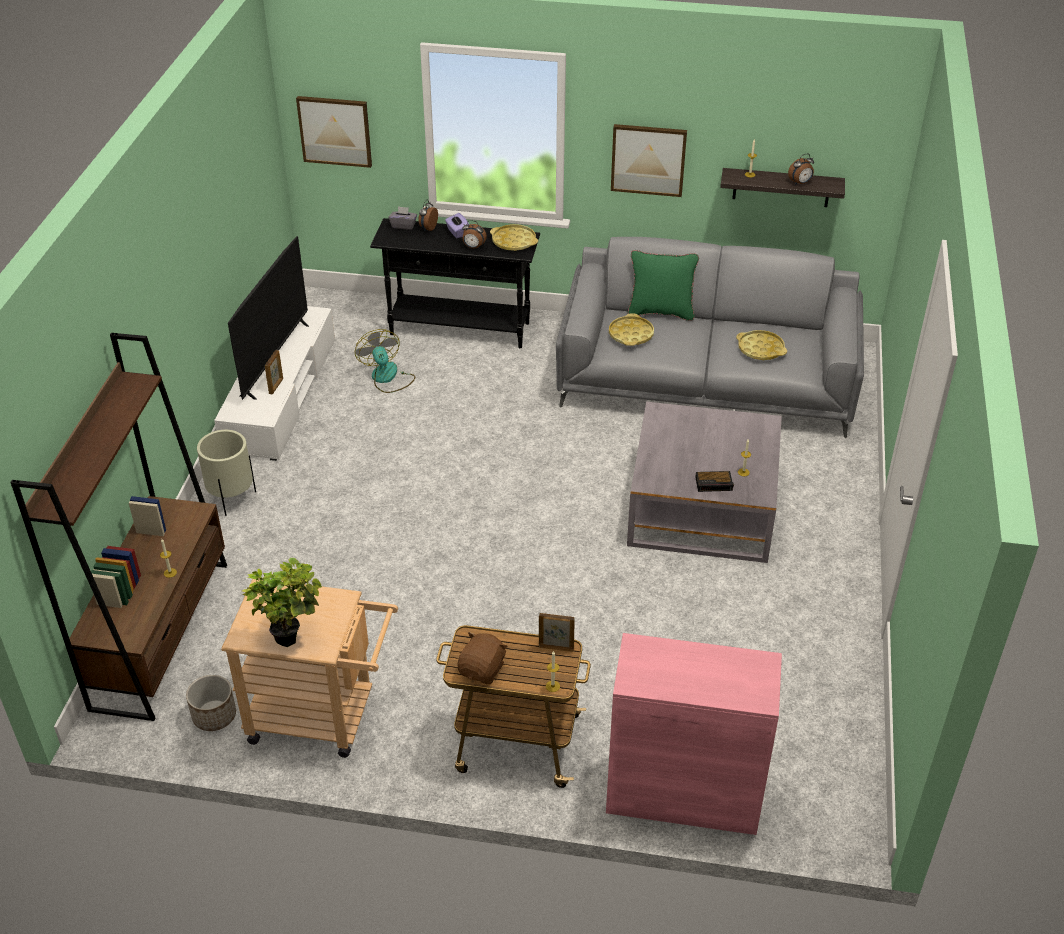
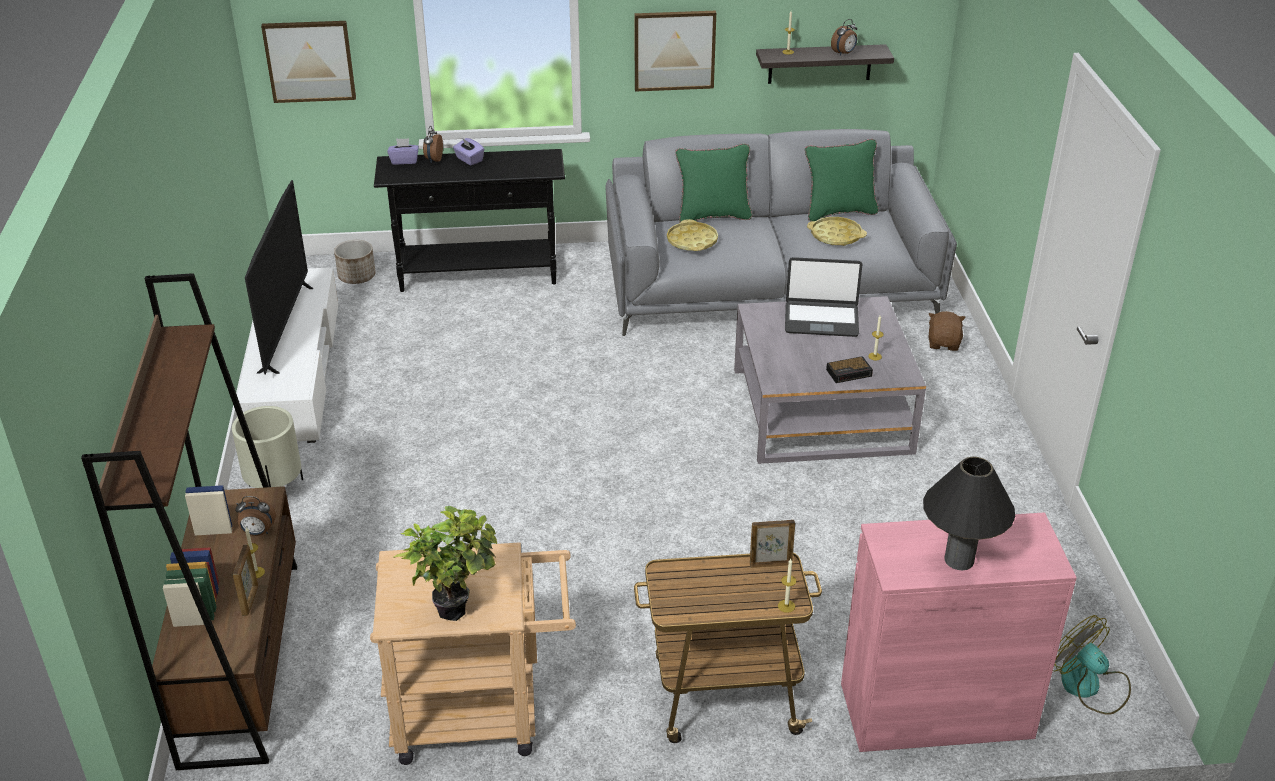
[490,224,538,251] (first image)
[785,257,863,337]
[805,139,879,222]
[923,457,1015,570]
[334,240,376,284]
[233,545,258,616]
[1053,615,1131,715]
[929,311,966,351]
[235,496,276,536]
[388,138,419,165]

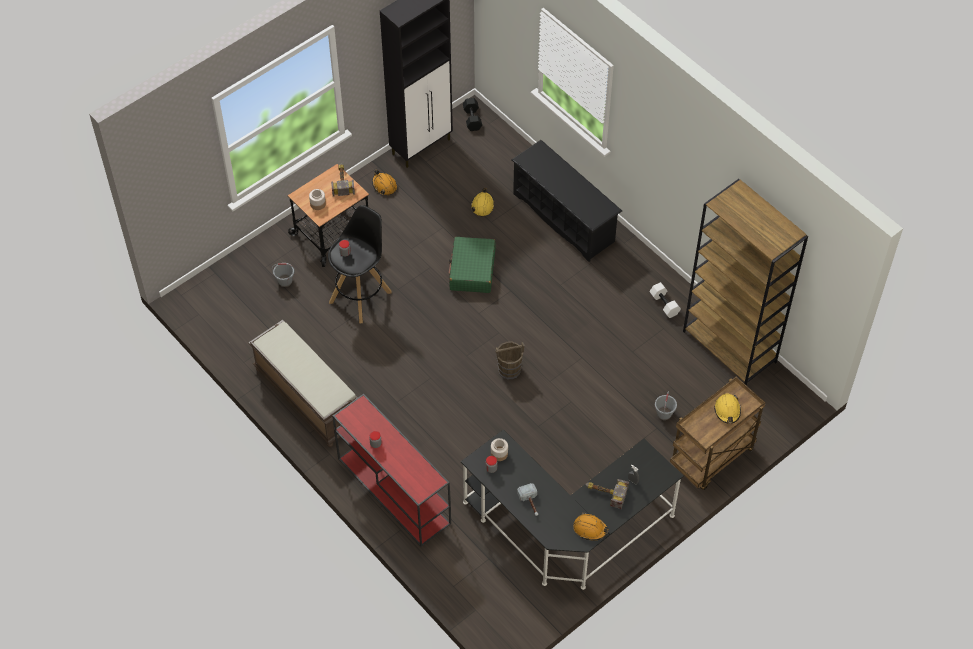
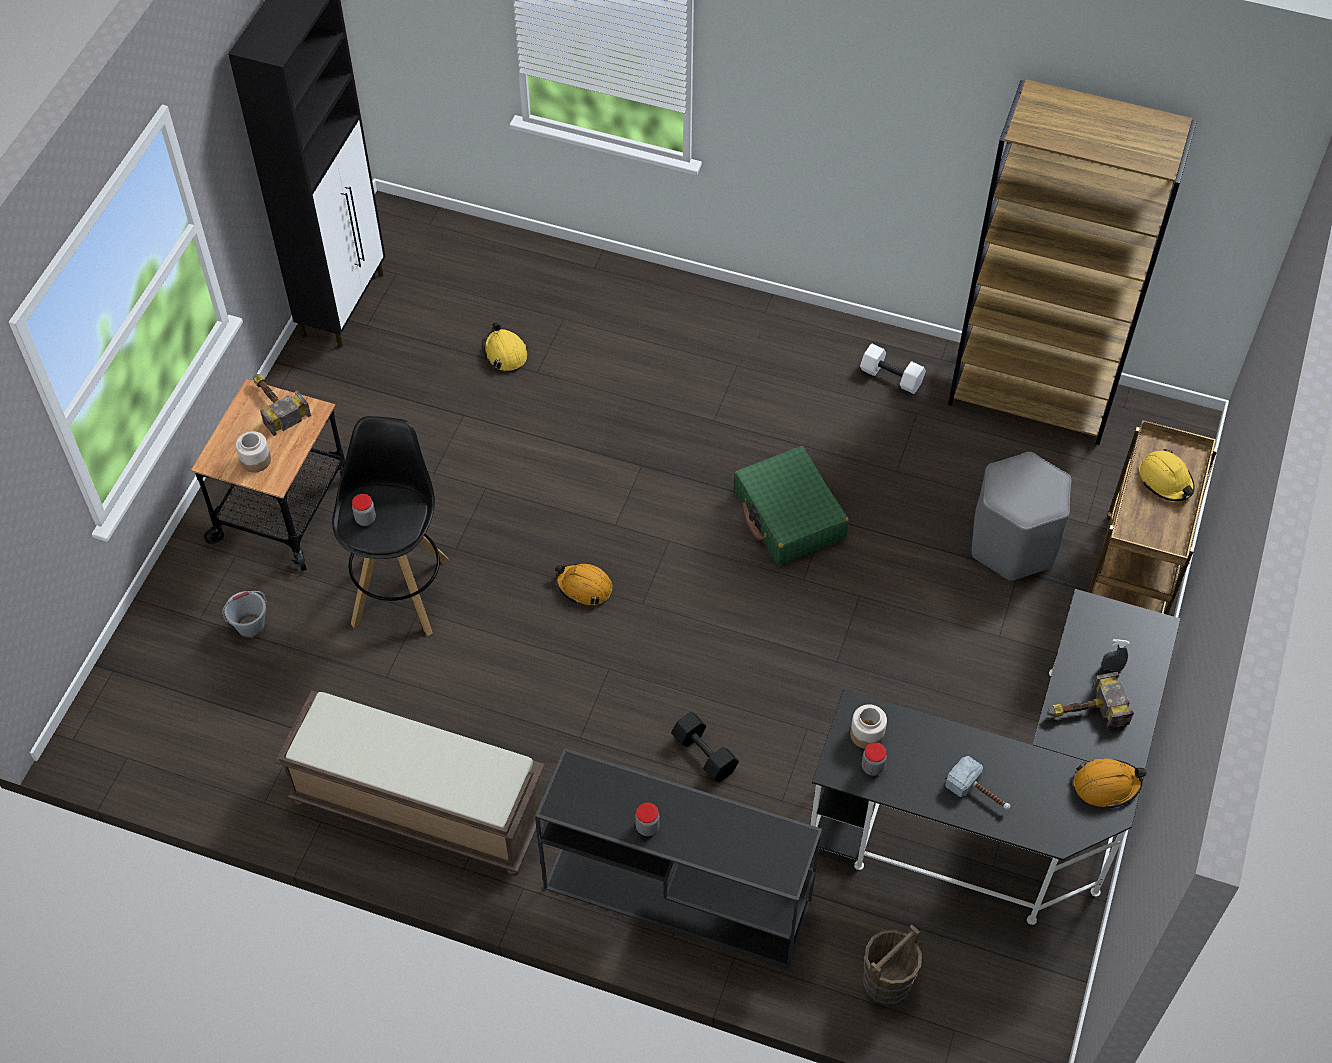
[511,140,622,262] (first image)
[555,564,612,605]
[734,446,849,565]
[671,712,739,782]
[863,924,922,1005]
[971,452,1071,581]
[535,748,822,969]

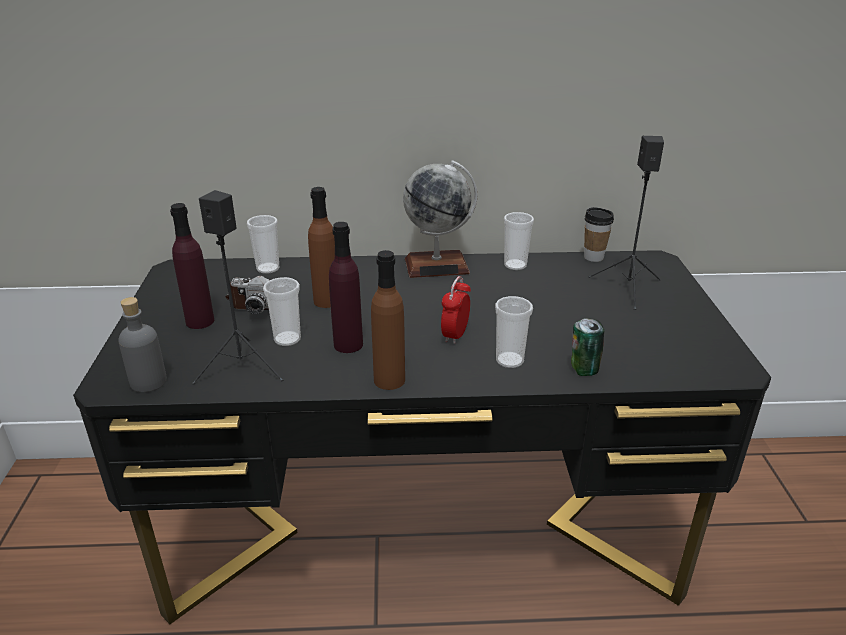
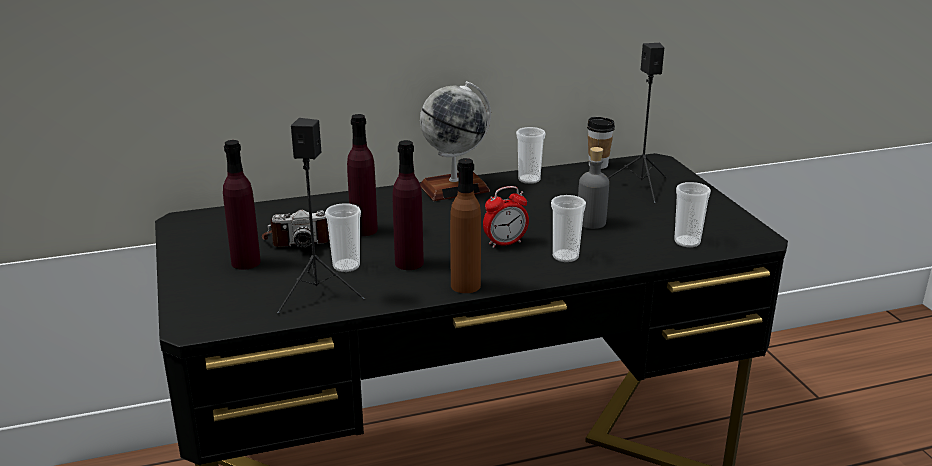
[571,318,604,376] (first image)
[578,147,609,229]
[674,182,711,248]
[347,114,378,236]
[483,186,529,248]

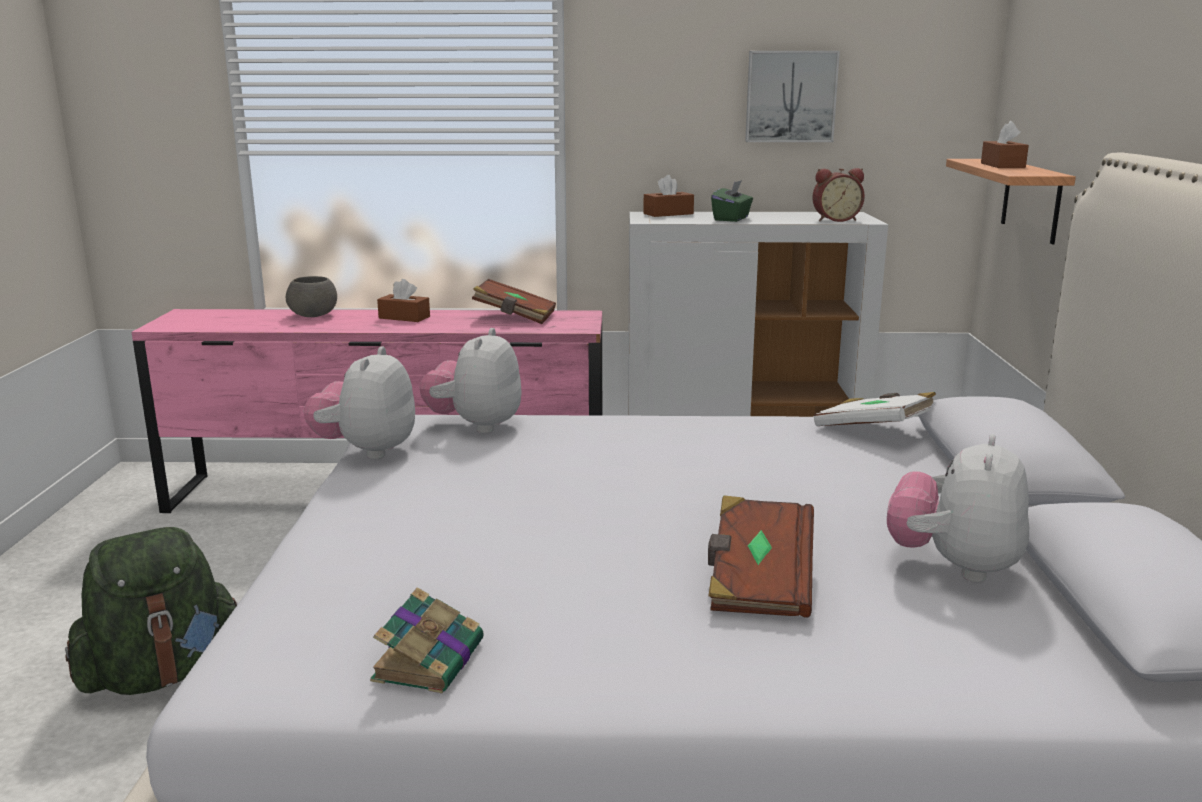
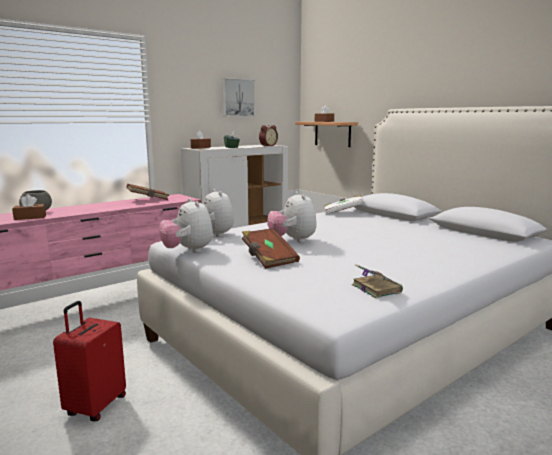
[12,194,46,220]
[242,228,300,269]
[267,191,317,243]
[53,301,126,421]

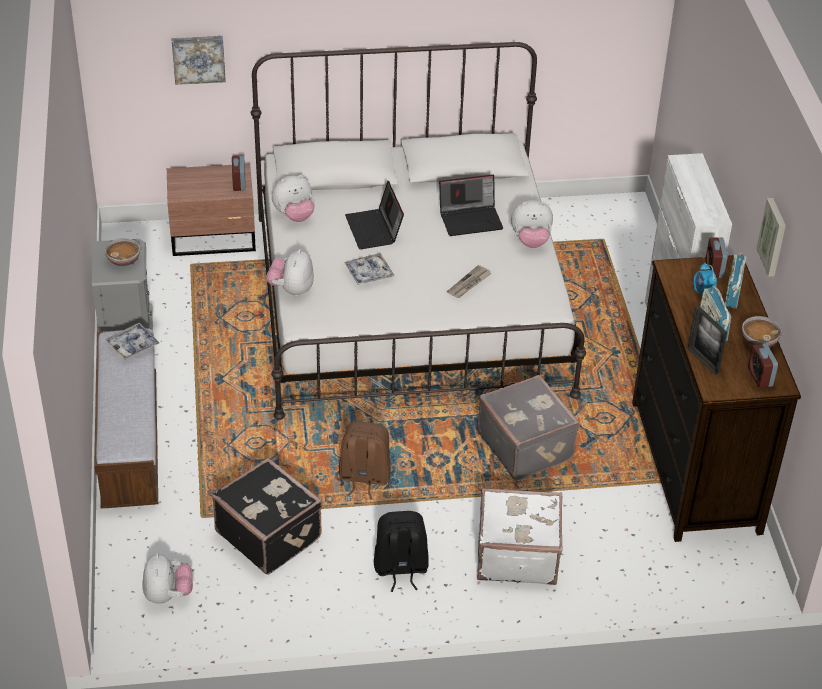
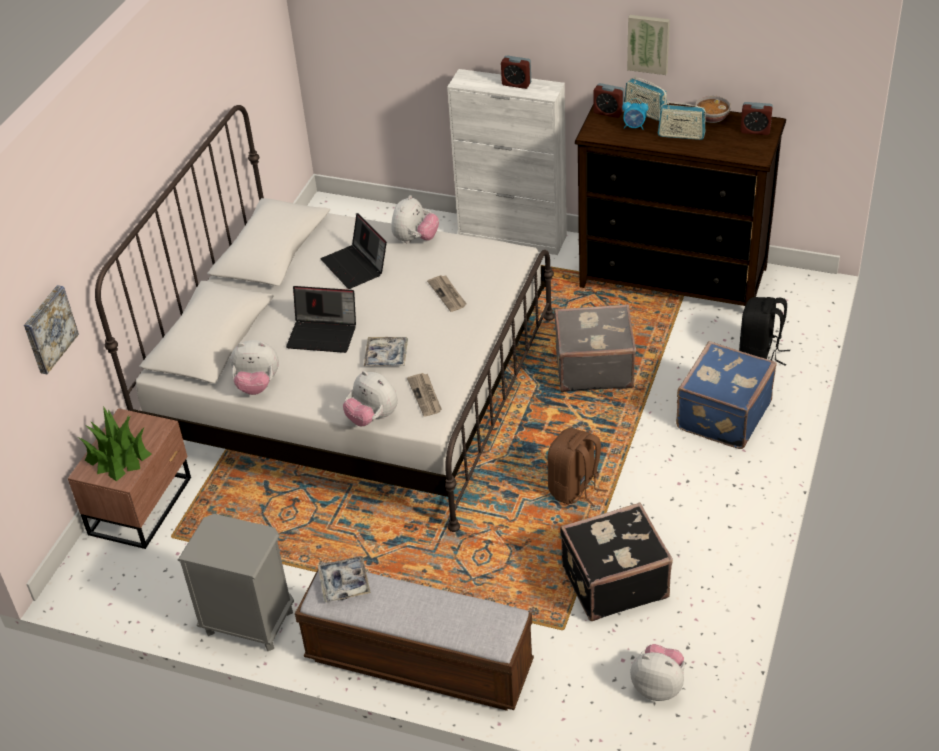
[105,238,140,267] (first image)
[688,306,727,375] (first image)
[78,406,152,481]
[407,373,442,417]
[501,56,531,89]
[739,297,790,366]
[676,341,777,449]
[231,340,279,395]
[321,213,387,289]

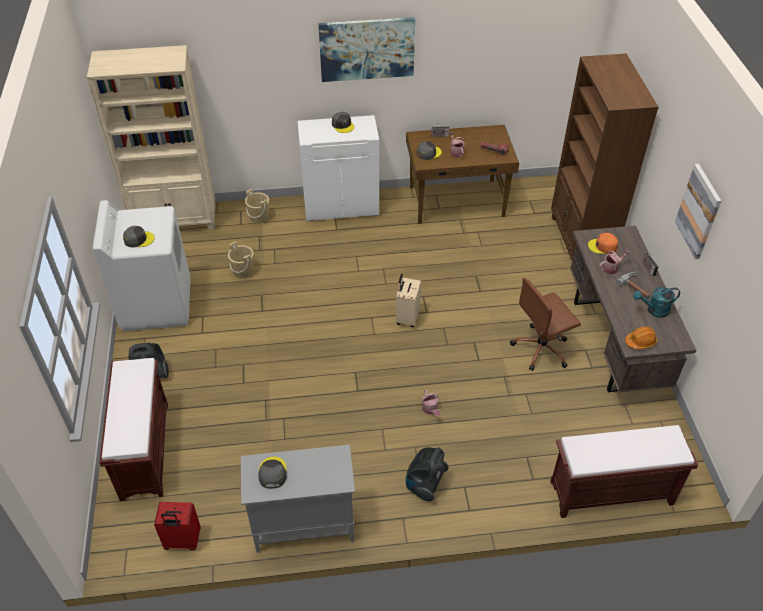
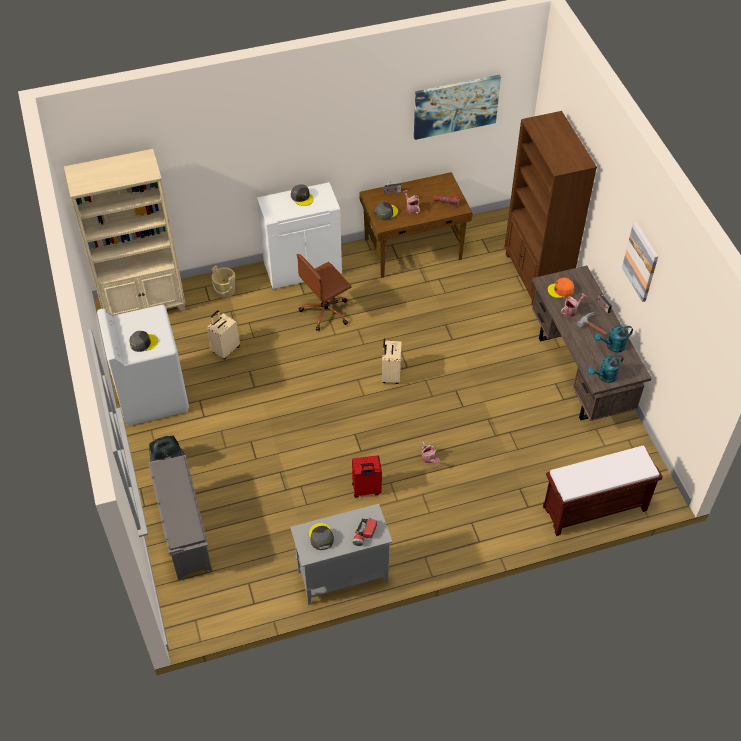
[406,447,449,501] (first image)
[353,518,377,546]
[352,455,382,498]
[414,75,501,140]
[297,254,352,331]
[148,455,213,581]
[207,310,240,360]
[587,354,624,383]

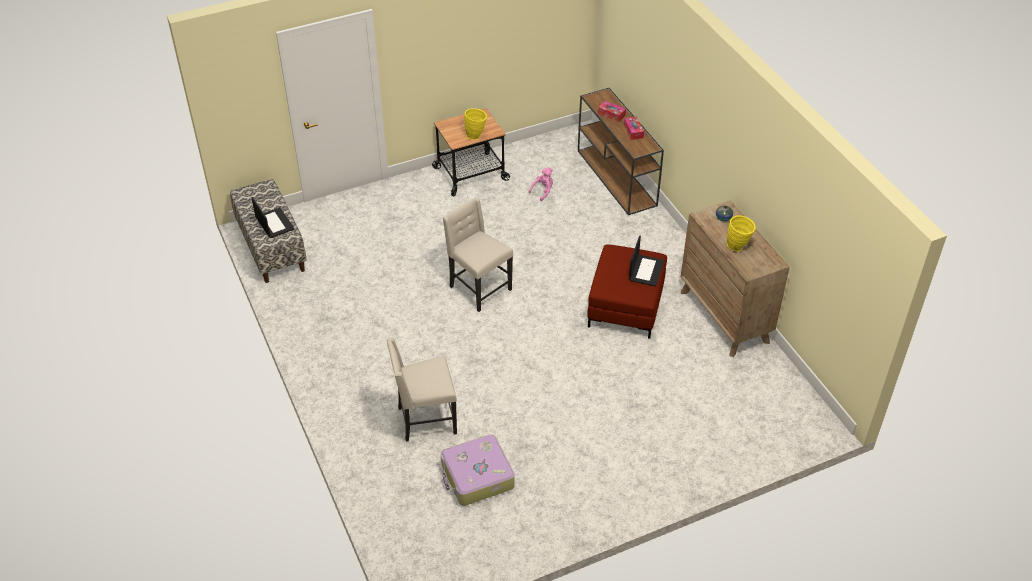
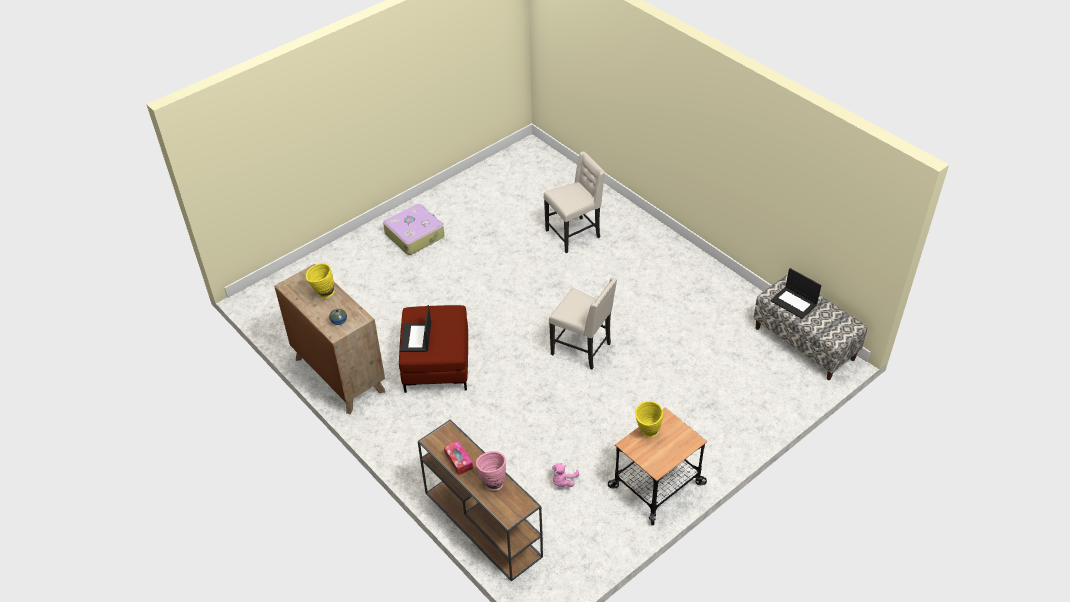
[383,204,444,255]
[476,451,506,491]

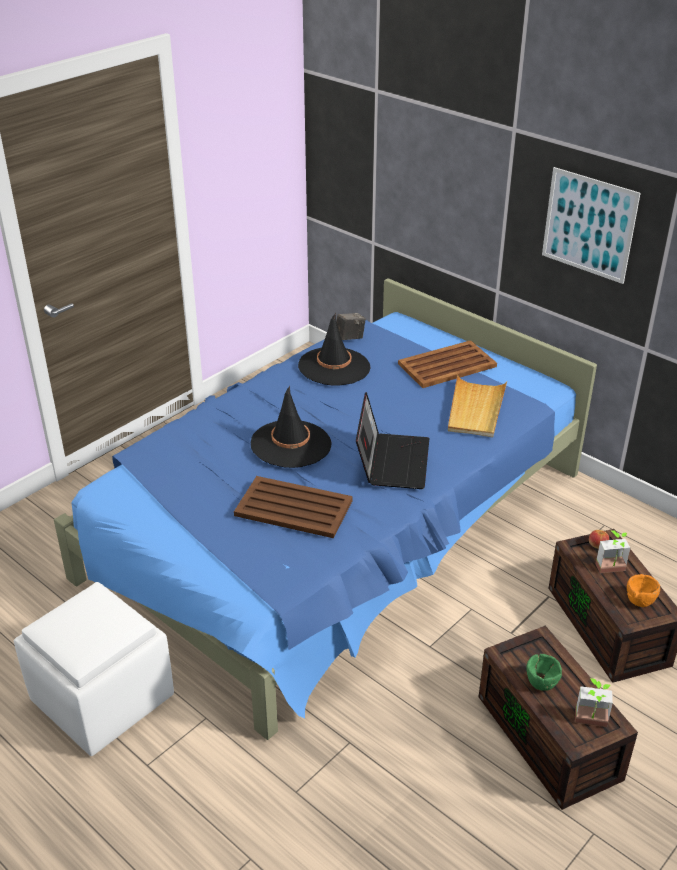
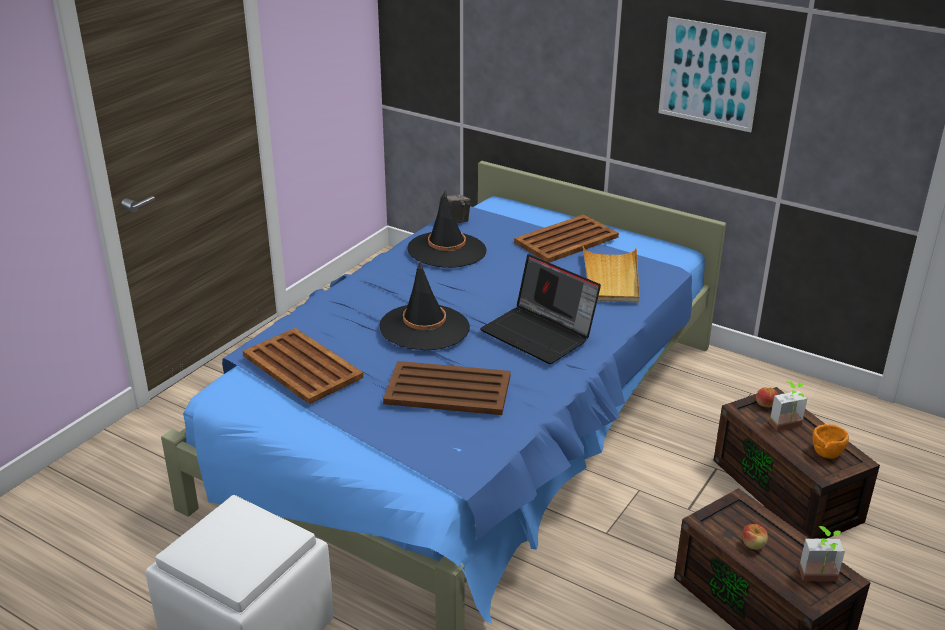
[243,328,363,404]
[742,524,768,550]
[480,254,601,364]

